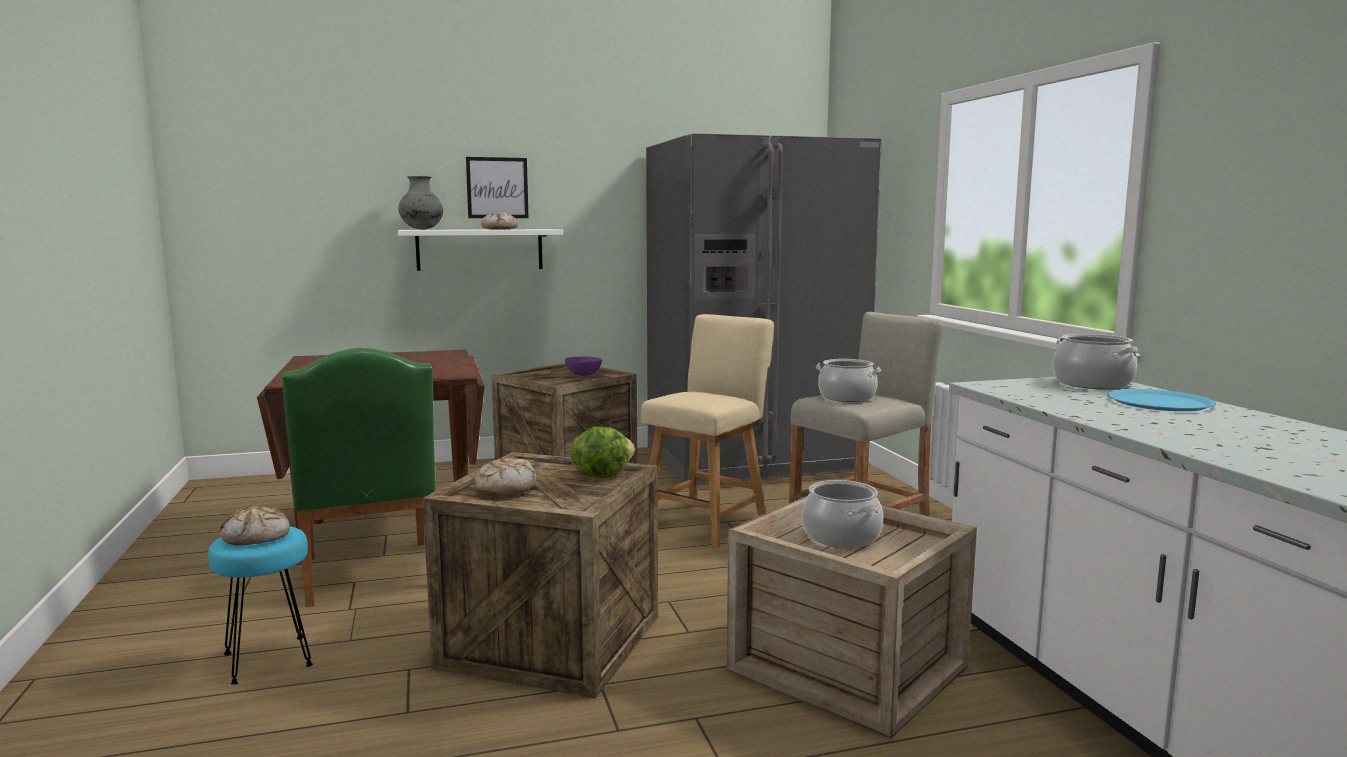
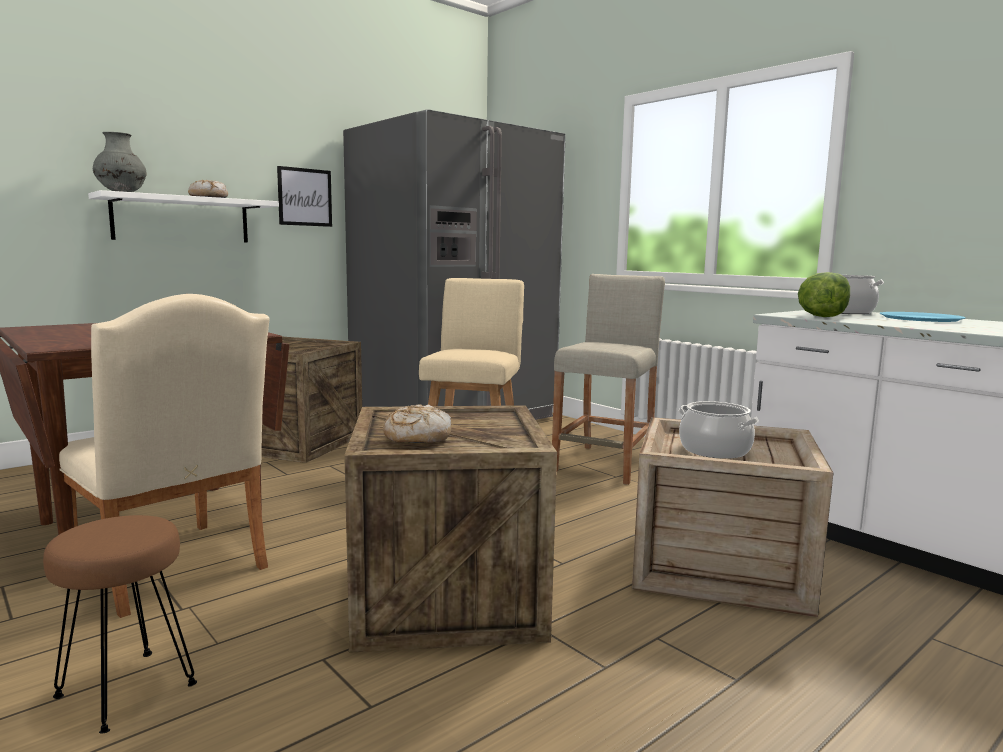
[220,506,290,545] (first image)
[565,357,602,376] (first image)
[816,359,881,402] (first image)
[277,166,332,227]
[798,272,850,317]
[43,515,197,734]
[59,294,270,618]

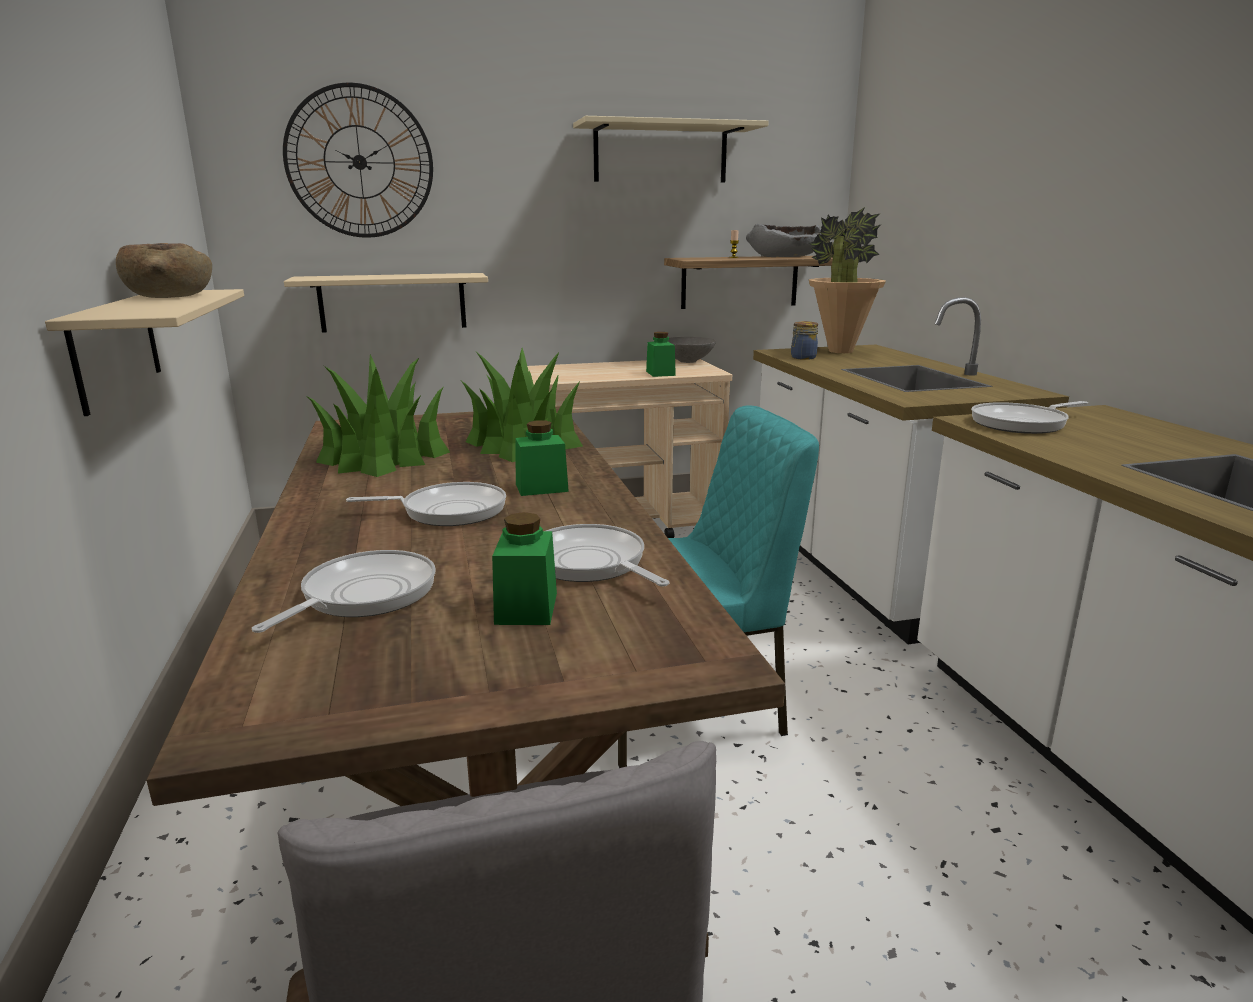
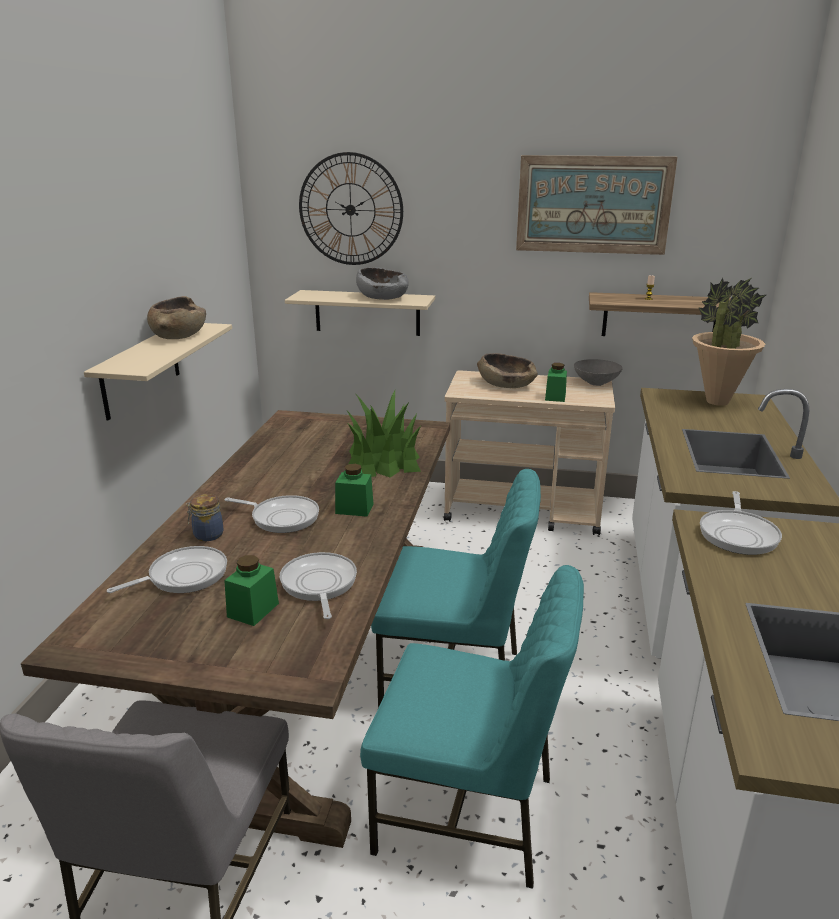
[308,354,450,477] (first image)
[360,565,584,889]
[477,353,538,388]
[356,267,409,300]
[186,494,223,541]
[516,155,677,255]
[700,491,782,555]

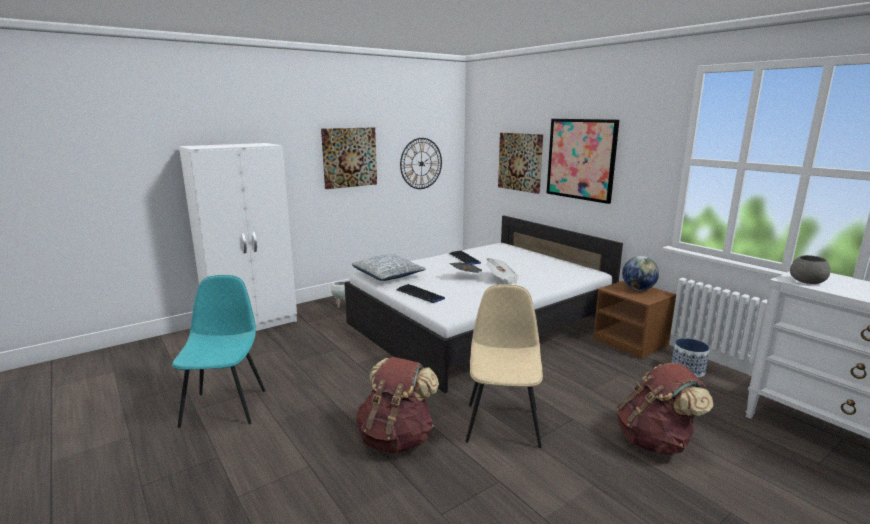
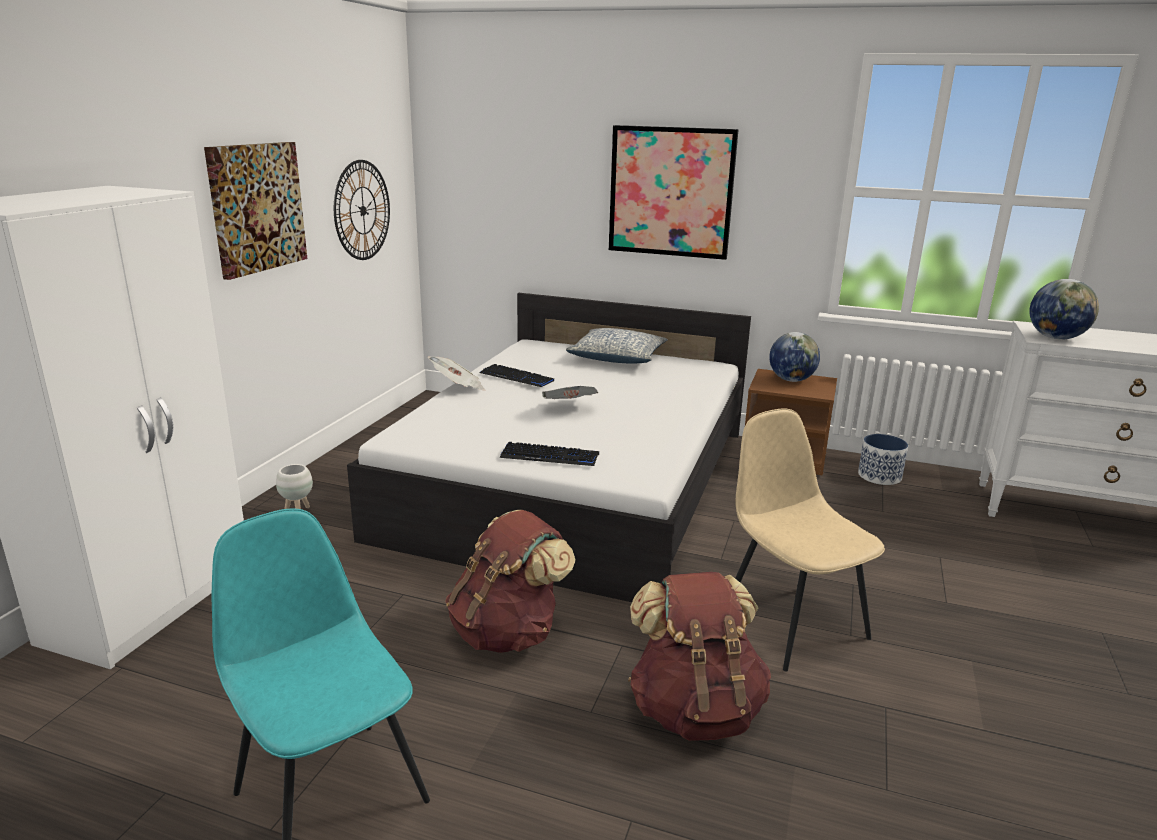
[498,133,543,194] (first image)
[566,328,668,364]
[428,356,485,391]
[445,510,576,653]
[1029,279,1099,340]

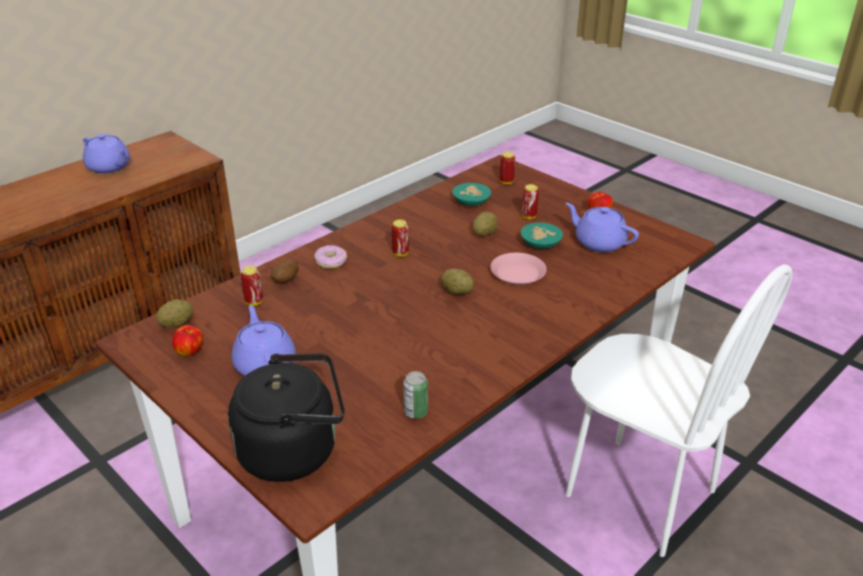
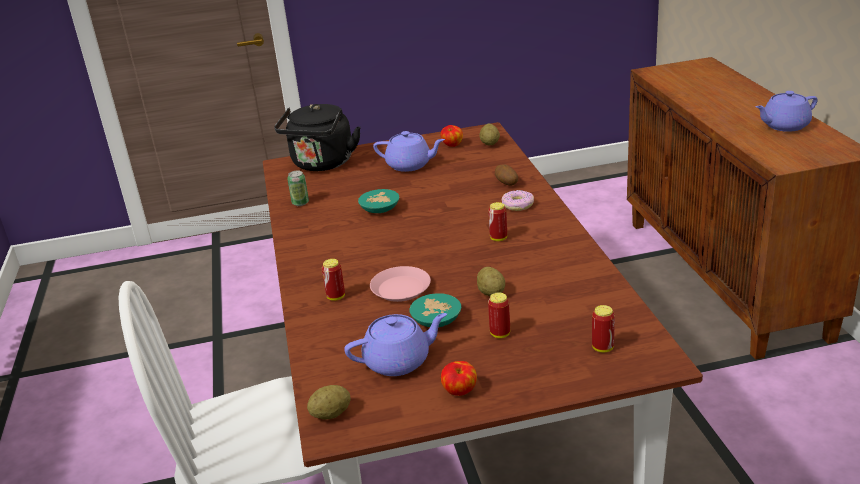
[322,259,345,301]
[307,385,351,419]
[358,189,399,213]

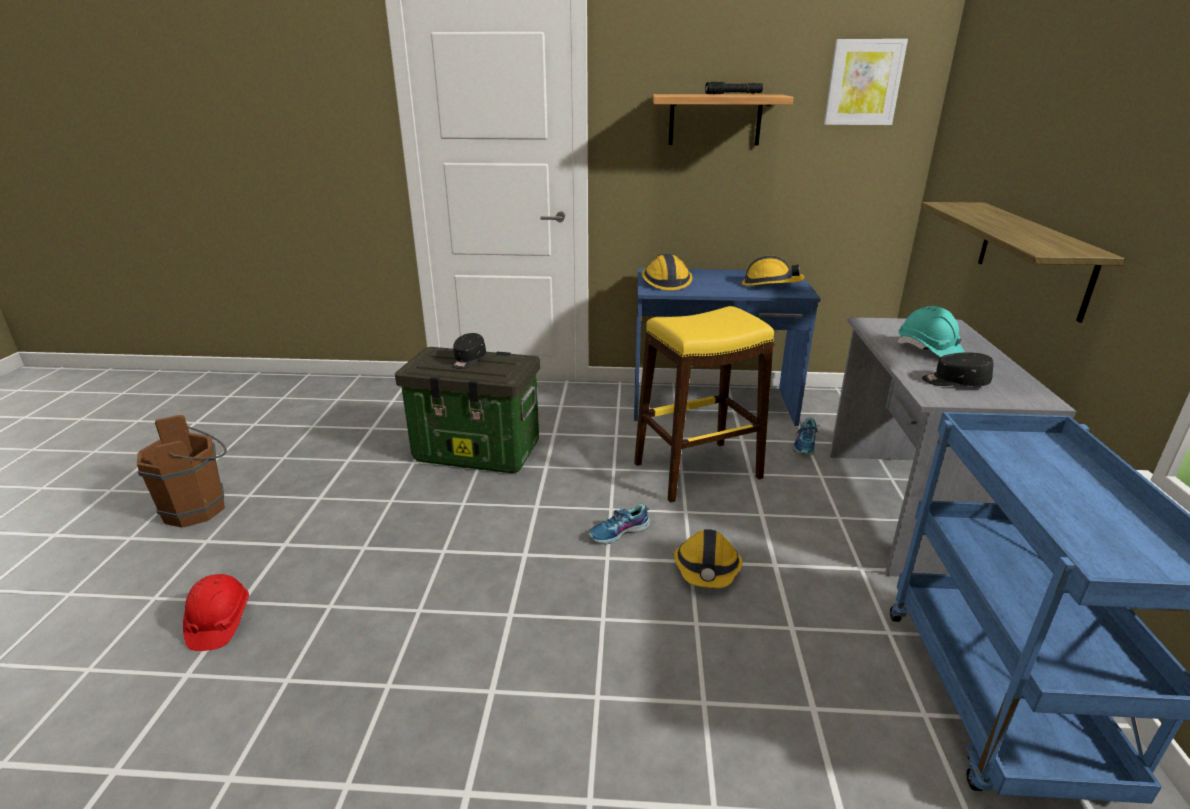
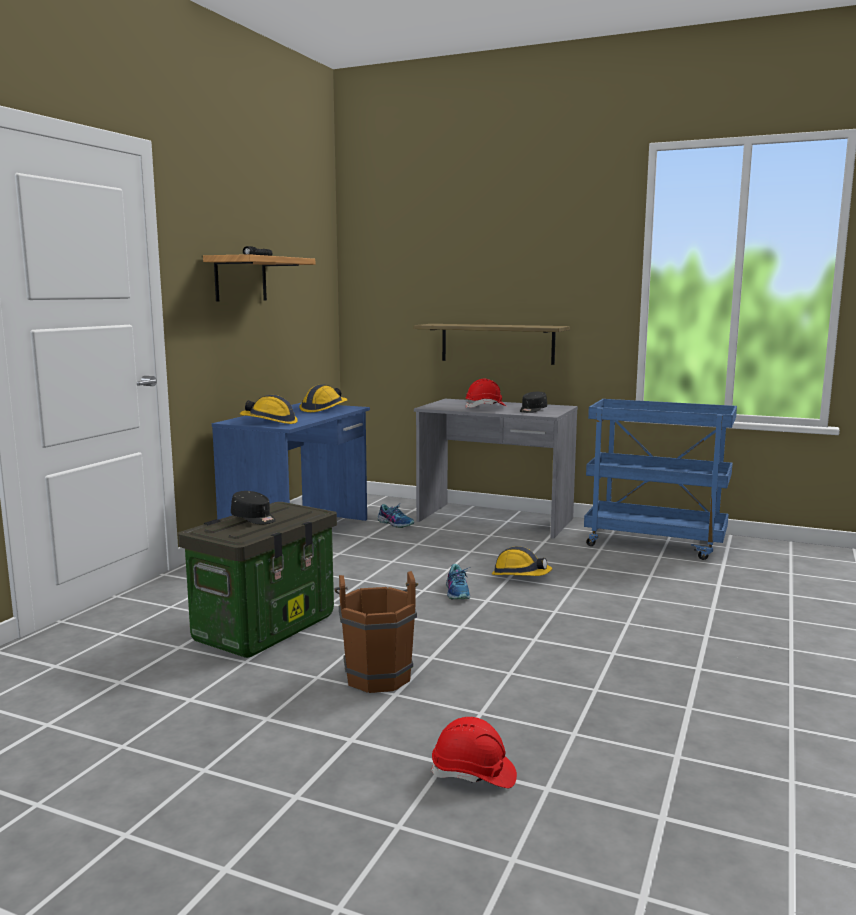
[634,306,774,503] (first image)
[824,39,908,125] (first image)
[335,571,418,693]
[465,379,507,408]

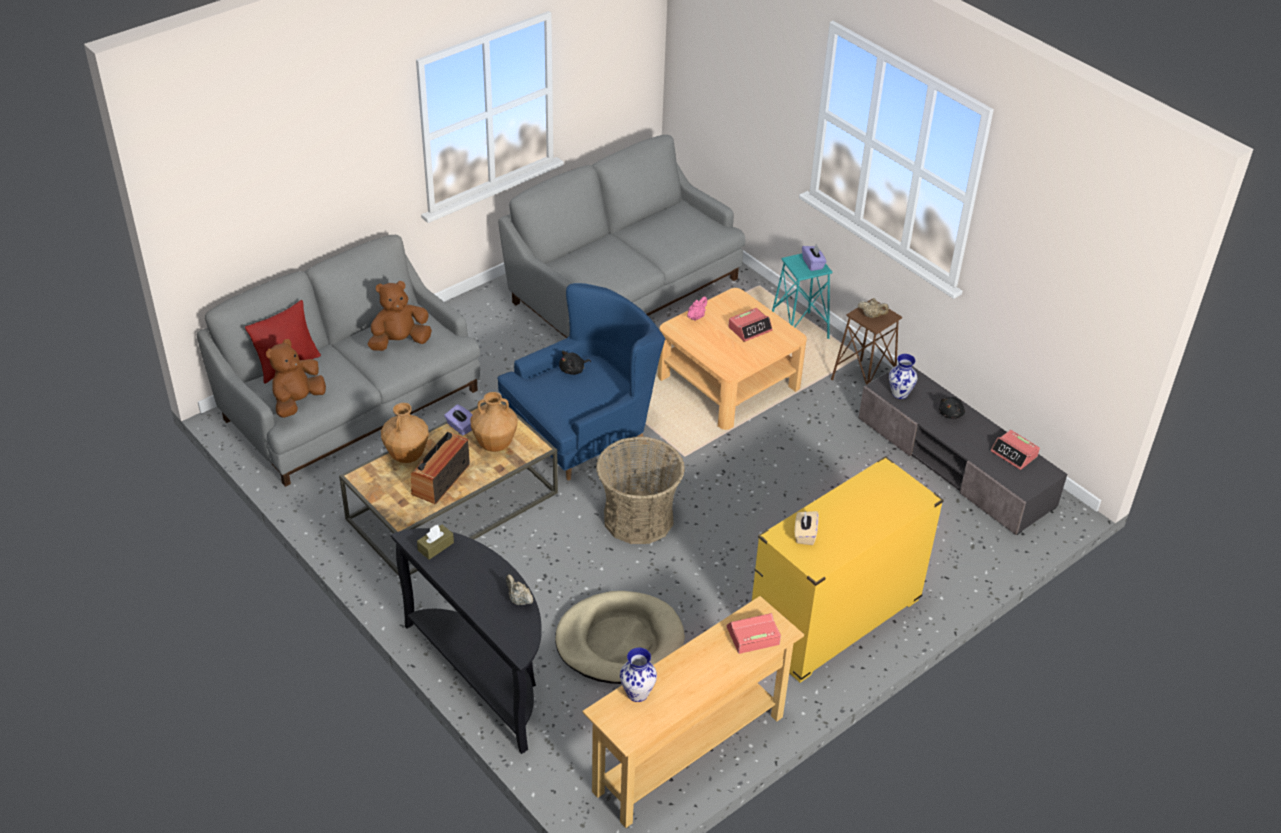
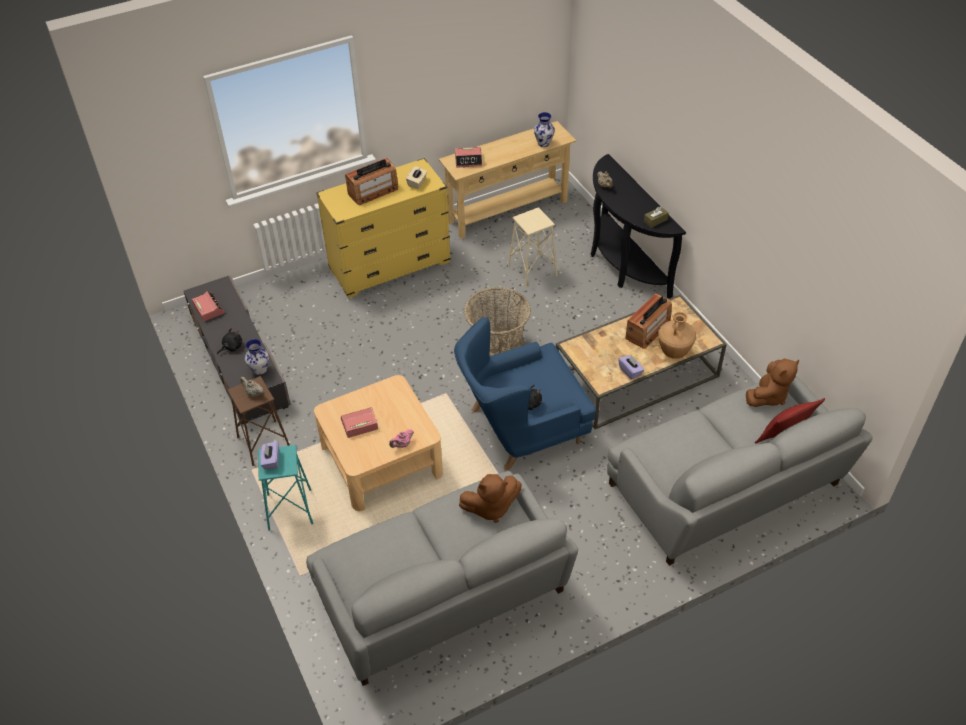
[470,392,518,452] (first image)
[345,158,398,205]
[459,474,522,523]
[508,207,557,288]

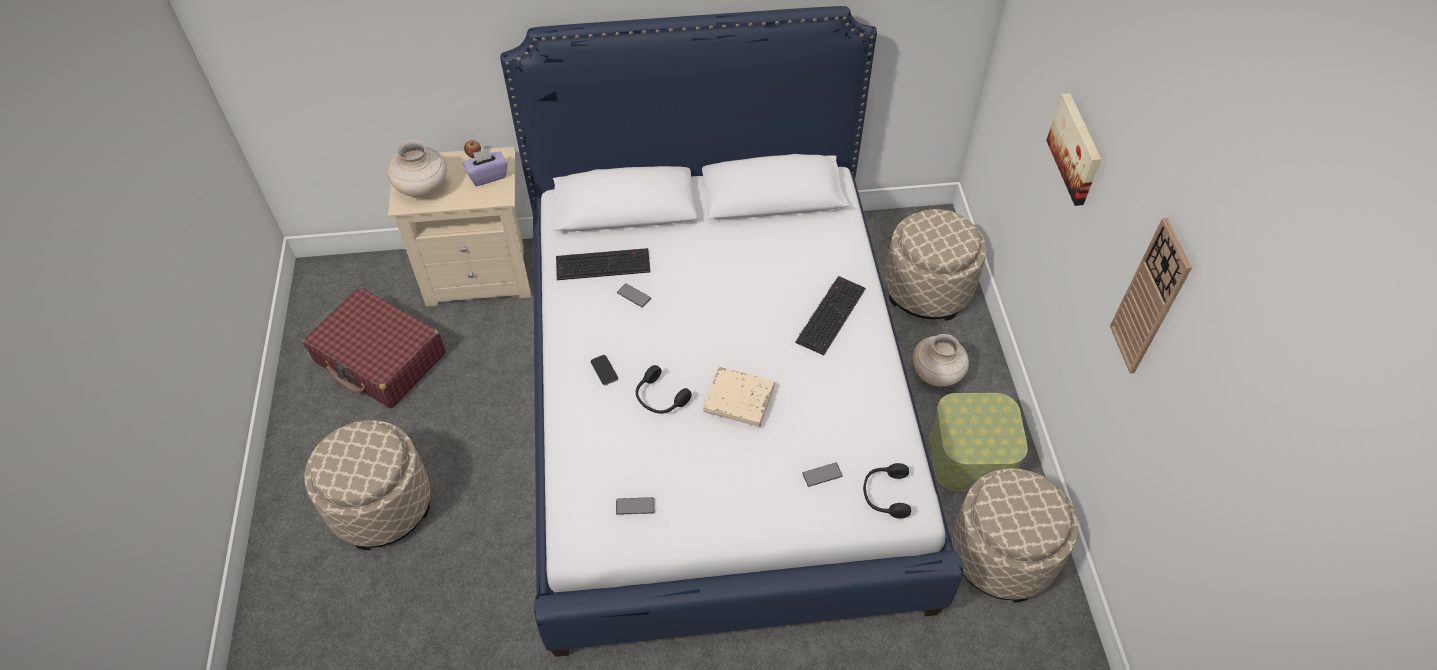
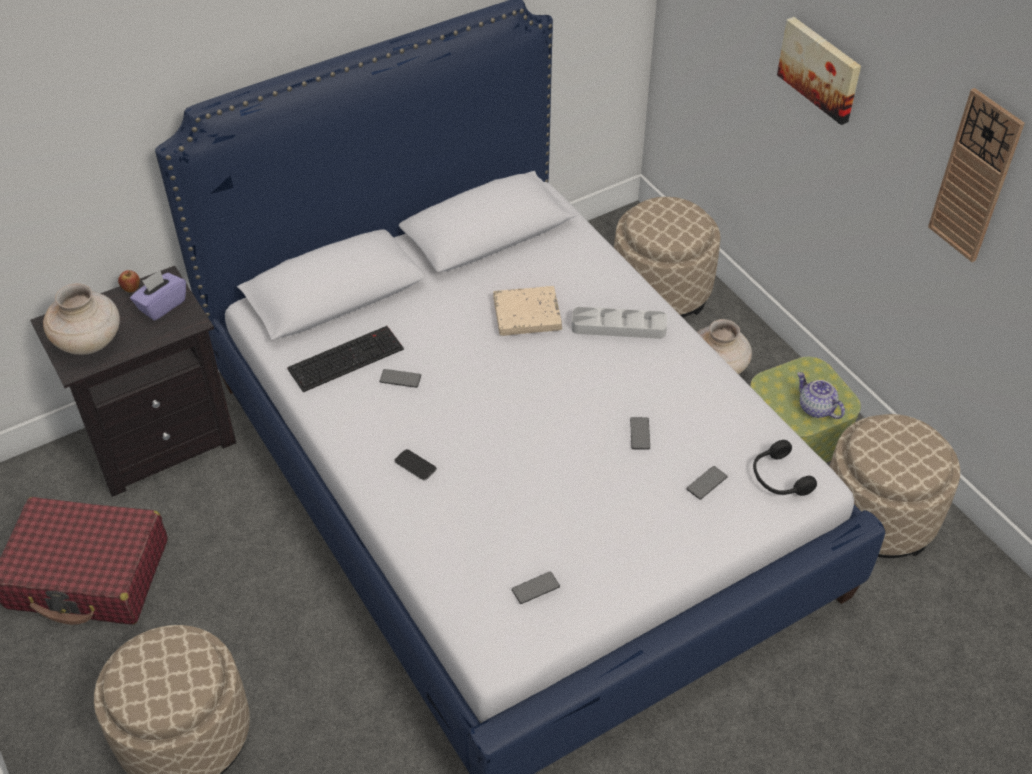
[636,365,692,414] (first image)
[630,417,650,450]
[797,372,845,419]
[493,286,562,336]
[572,307,667,339]
[30,266,236,497]

